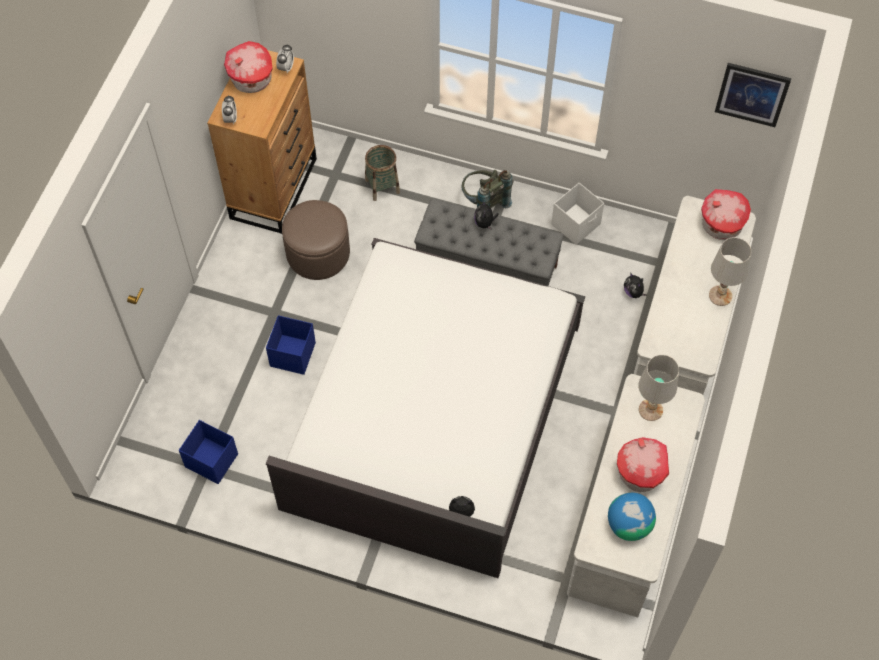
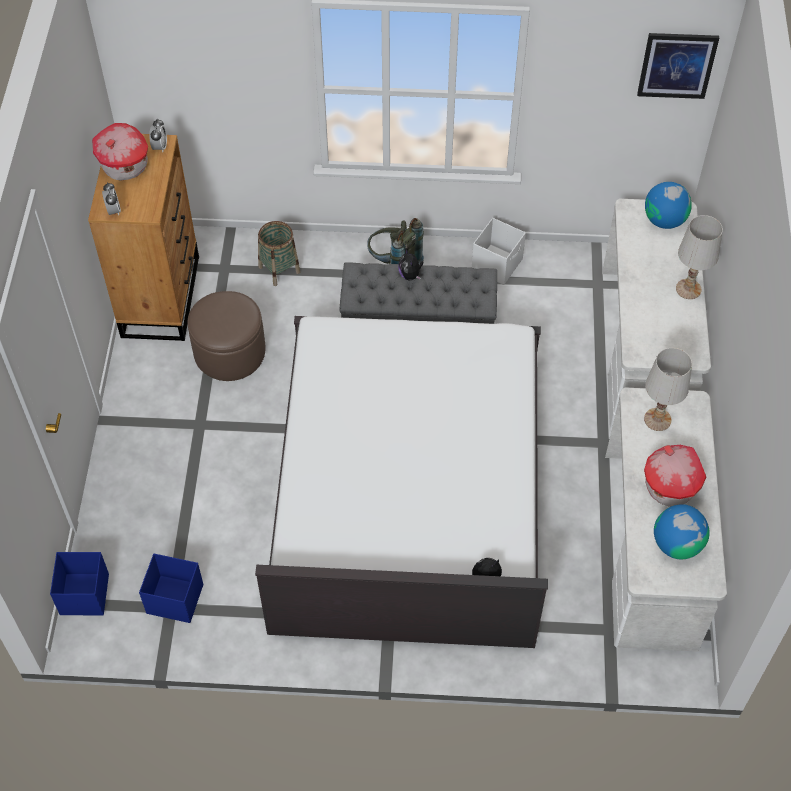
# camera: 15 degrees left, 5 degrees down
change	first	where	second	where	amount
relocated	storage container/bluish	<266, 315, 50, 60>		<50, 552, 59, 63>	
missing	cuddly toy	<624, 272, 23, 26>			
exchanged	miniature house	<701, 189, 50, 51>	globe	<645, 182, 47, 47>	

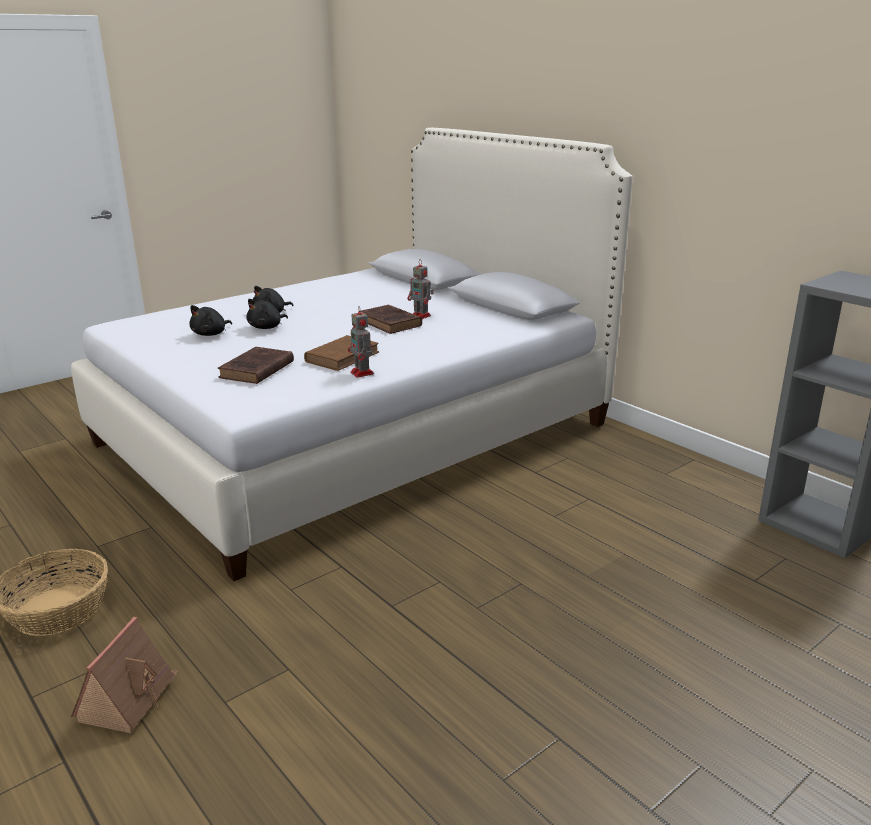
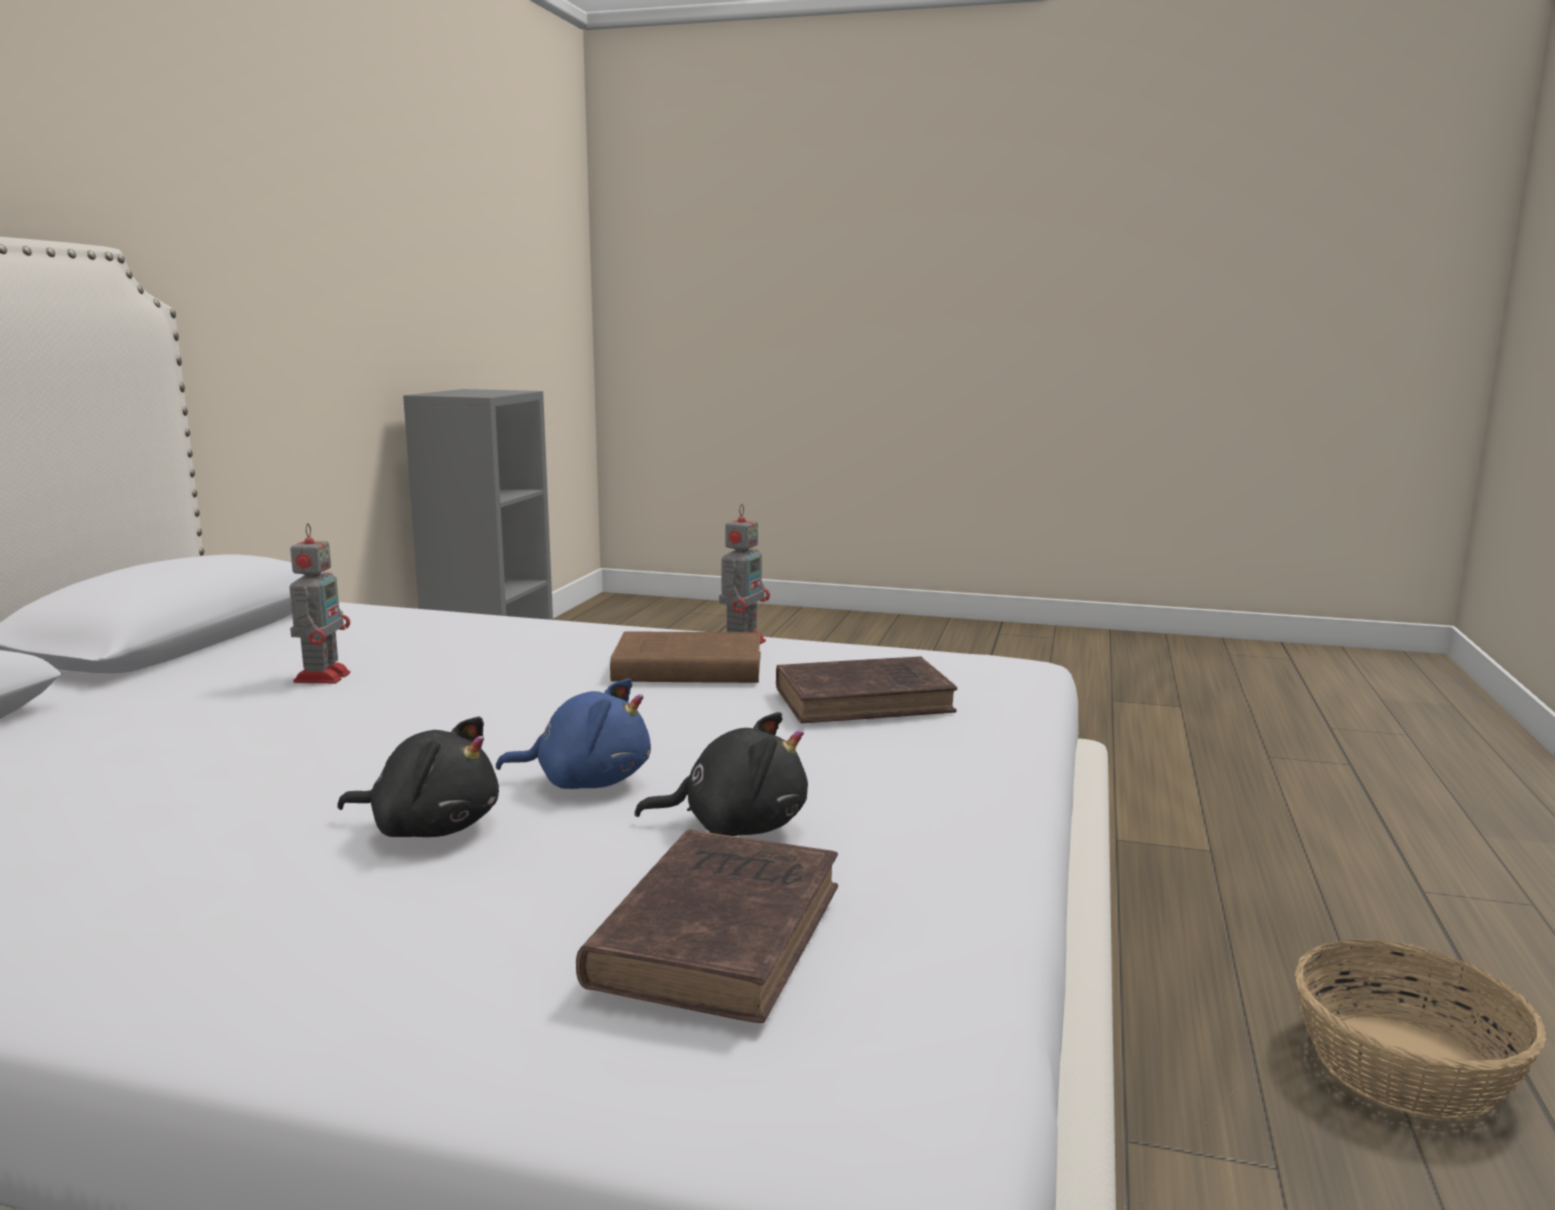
# camera: 125 degrees left, 10 degrees down
change	first	where	second	where	amount
missing	miniature house	<71, 617, 108, 116>			
colour	cuddly toy/blackish	<246, 299, 42, 30>	cuddly toy/bluish	<496, 678, 155, 111>	
relocated	volume/brownish	<358, 305, 64, 29>		<576, 829, 262, 194>	

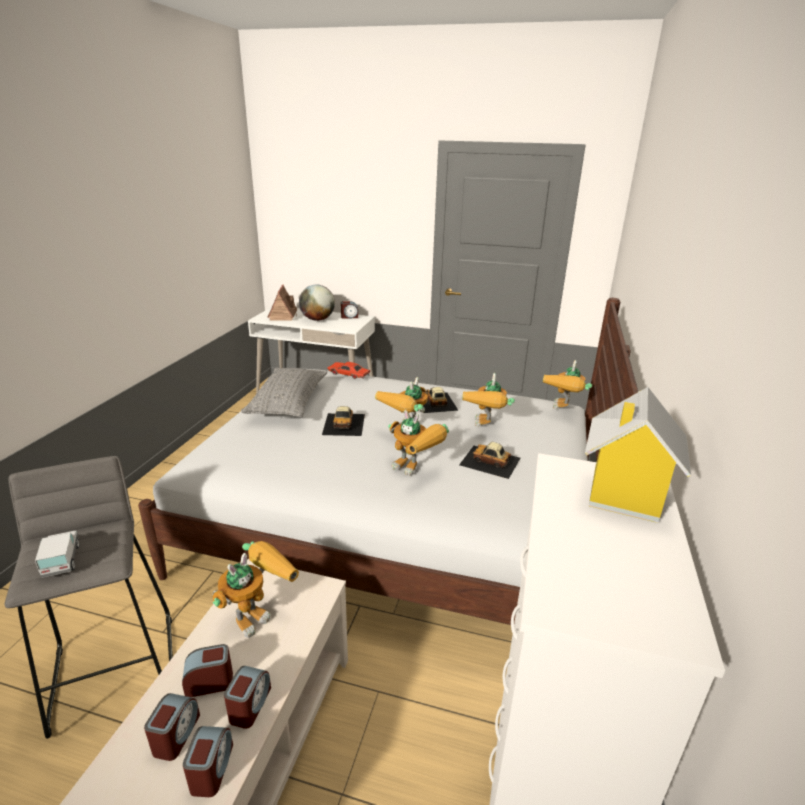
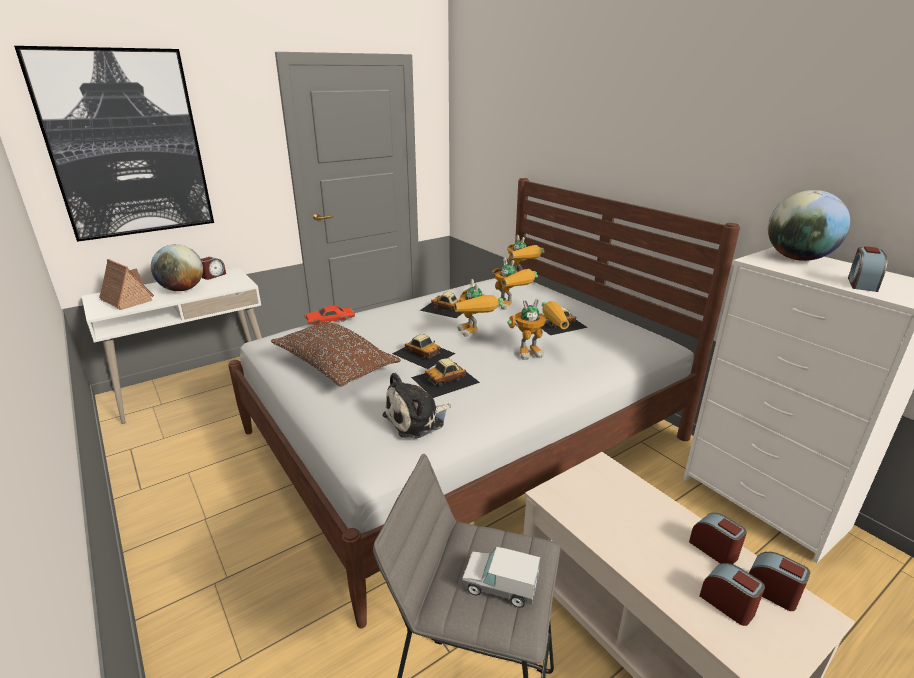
# camera: 50 degrees left, 0 degrees up
change	first	where	second	where	amount
relocated	alarm clock	<182, 644, 51, 53>		<848, 246, 39, 46>	
missing	toy robot	<212, 541, 87, 97>			
colour	throw pillow/gray	<241, 368, 86, 50>	throw pillow/brownish	<271, 321, 130, 66>	
exchanged	miniature house	<585, 387, 106, 136>	globe	<768, 190, 82, 71>	
appeared			picture	<14, 46, 200, 196>	
appeared			cuddly toy	<382, 372, 69, 67>	
appeared			model car	<411, 358, 69, 40>	

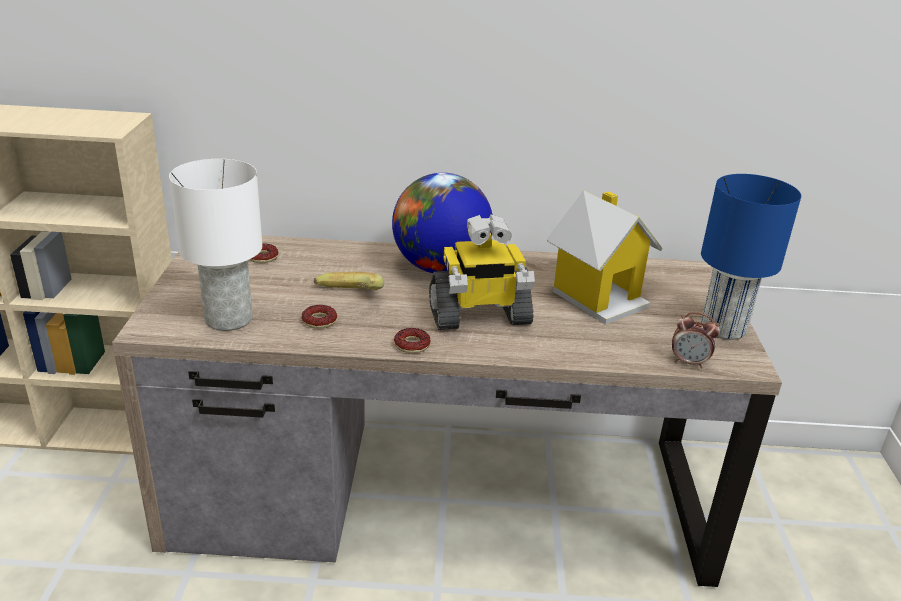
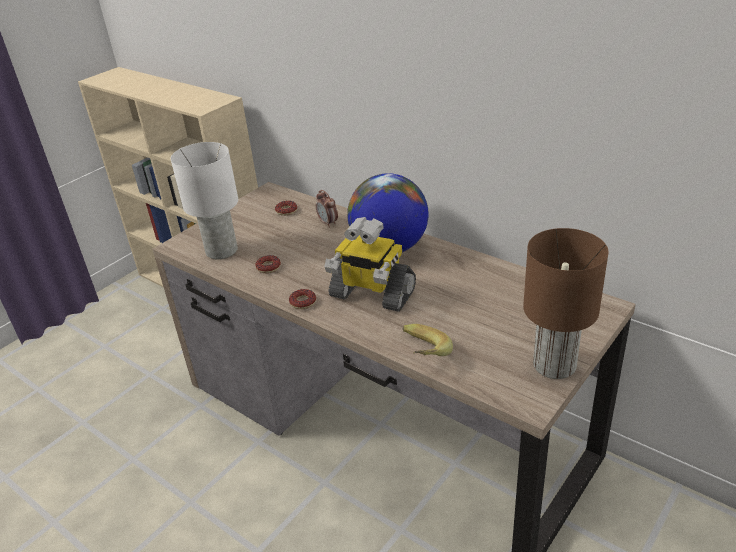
# camera: 40 degrees right, 5 degrees up
change	first	where	second	where	amount
relocated	banana	<314, 272, 70, 18>		<402, 324, 51, 32>	
missing	miniature house	<546, 190, 117, 135>			
relocated	alarm clock	<672, 312, 48, 56>		<316, 190, 22, 38>	
colour	tabletop lamp/bluish	<701, 174, 100, 166>	tabletop lamp/brownish	<523, 228, 85, 151>	

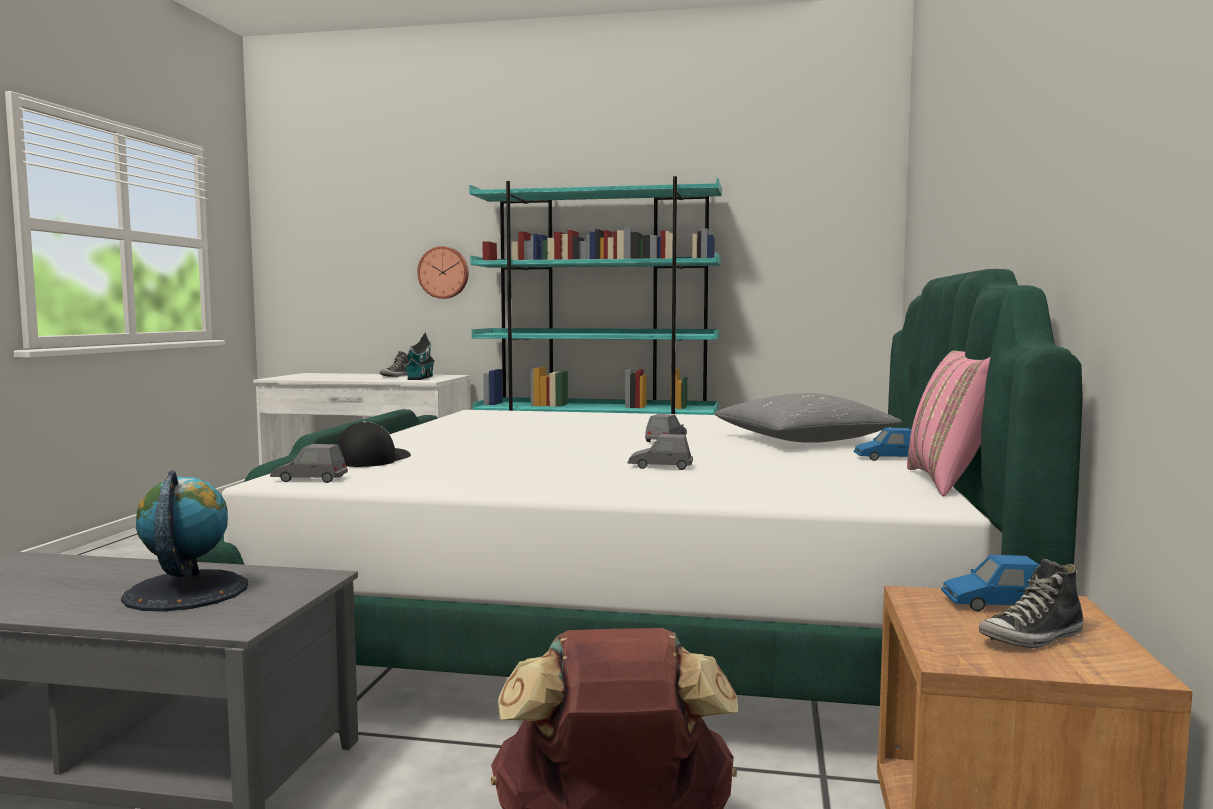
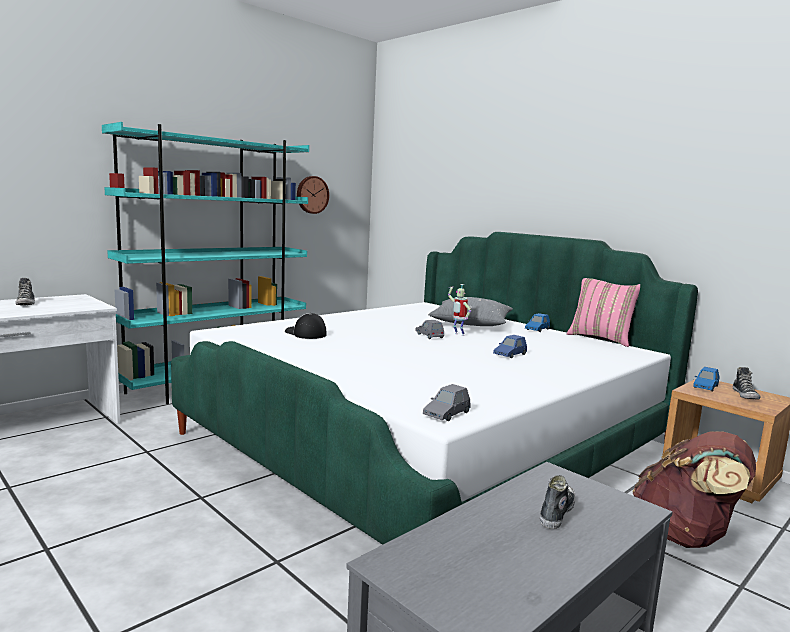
# camera: 55 degrees left, 5 degrees up
change	first	where	second	where	amount
exchanged	globe	<121, 470, 127, 141>	item of footwear	<540, 475, 36, 54>	
relocated	peaked cap	<337, 421, 74, 46>		<285, 313, 41, 26>	
missing	miniature house	<404, 332, 31, 48>			
relocated	clock on the wall	<417, 246, 52, 53>		<297, 176, 32, 38>	
colour	model car/gray	<628, 434, 65, 36>	model car/bluish	<493, 335, 34, 23>	
appeared			toy robot	<448, 284, 23, 52>	

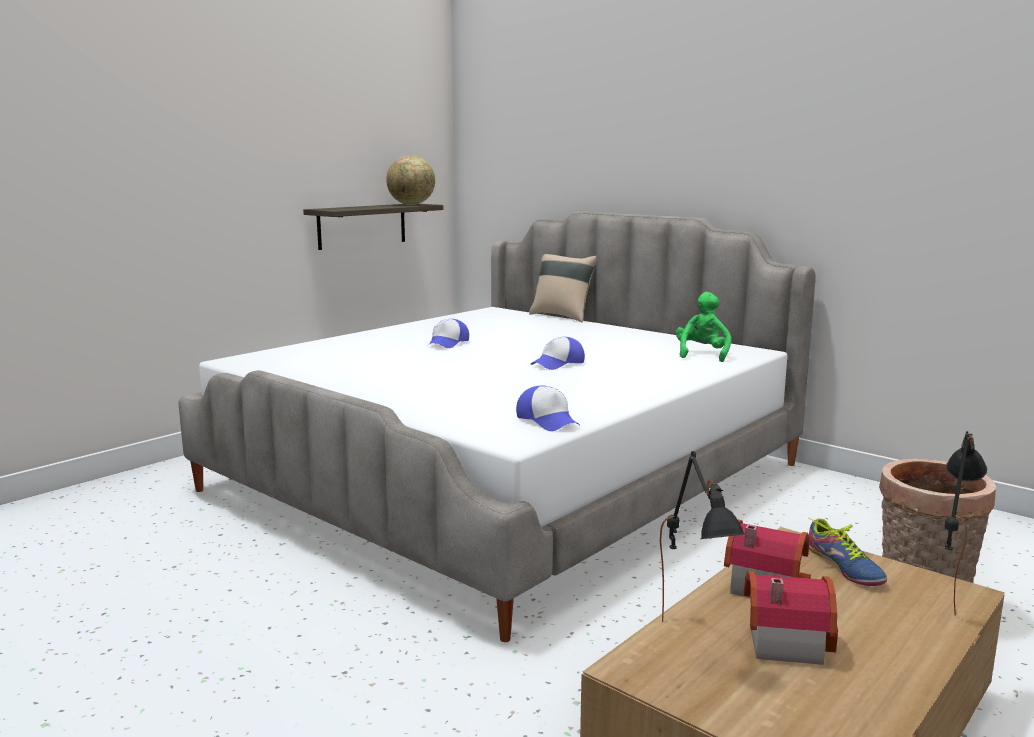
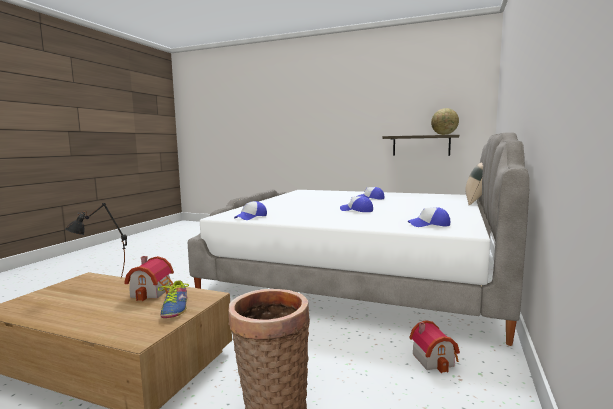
# camera: 70 degrees right, 5 degrees down
change	first	where	second	where	amount
exchanged	cuddly toy/greenish	<676, 292, 55, 70>	peaked cap	<408, 207, 43, 20>	
relocated	miniature house	<744, 571, 94, 94>		<409, 320, 51, 53>	
spun	item of footwear	<809, 518, 78, 68>		<158, 280, 31, 38>	60 degrees counterclockwise
missing	tabletop lamp/blackish	<945, 431, 42, 184>			

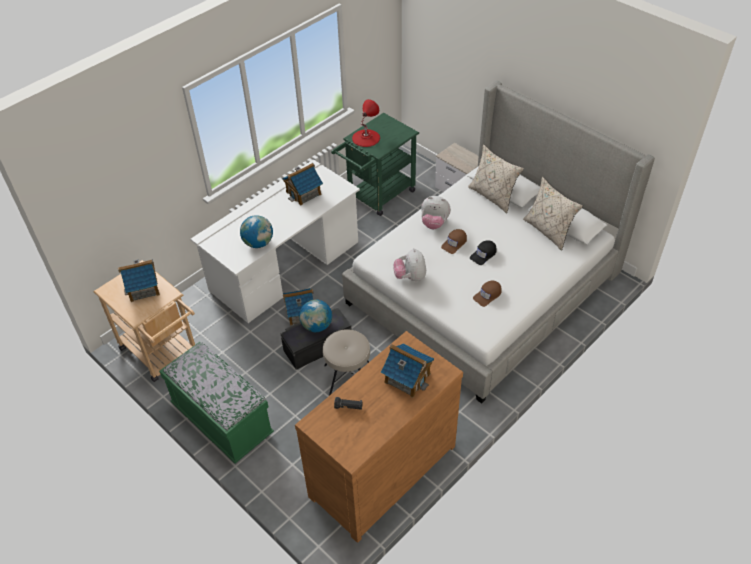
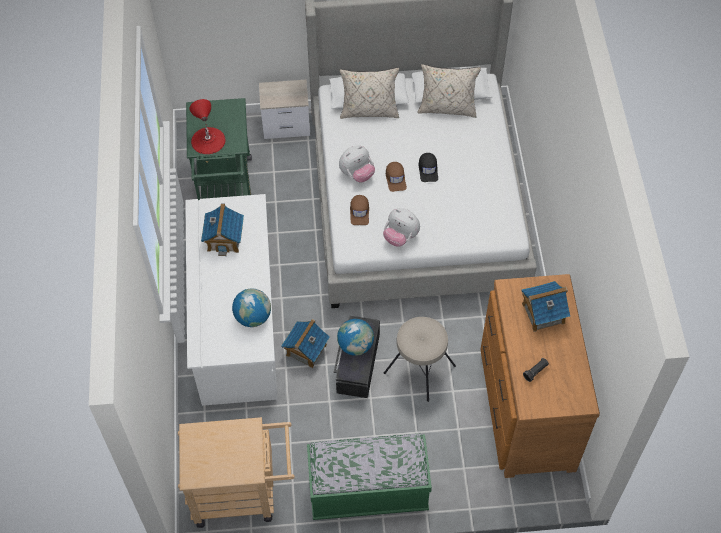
# camera: 50 degrees left, 10 degrees up
change	first	where	second	where	amount
missing	miniature house	<118, 259, 42, 43>			
relocated	peaked cap/brownish	<473, 281, 29, 26>		<350, 195, 19, 30>	

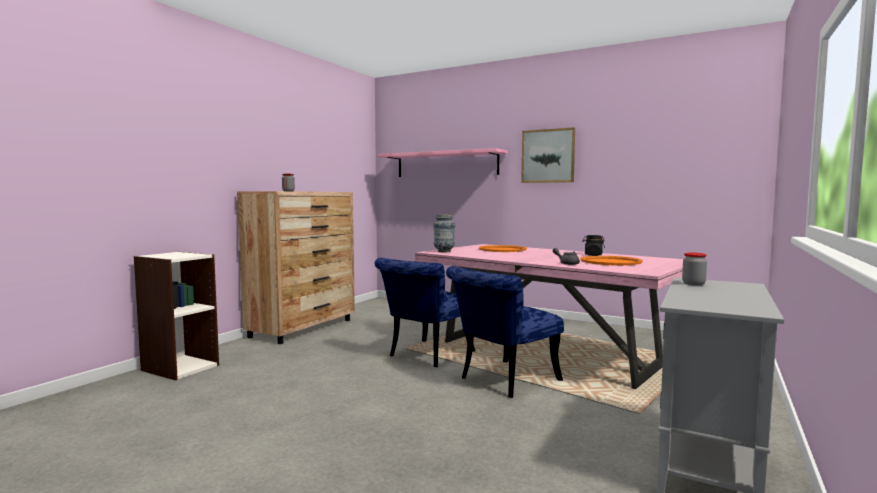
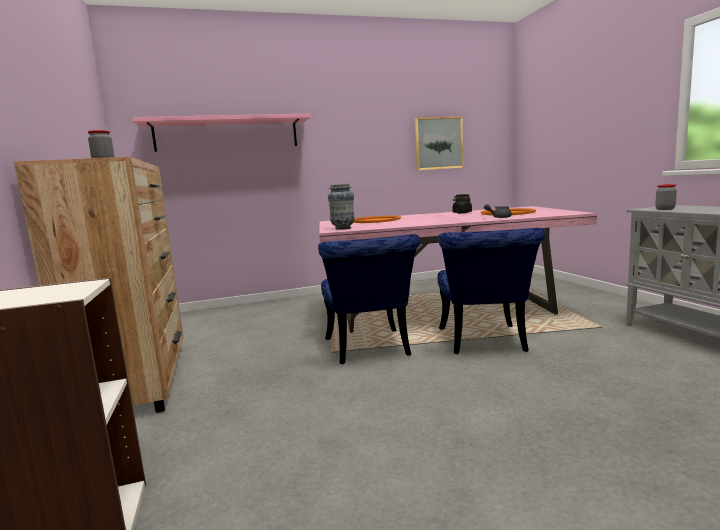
# camera: 45 degrees left, 5 degrees up
change	first	where	second	where	amount
relocated	picture	<521, 127, 54, 56>		<414, 116, 49, 55>	

